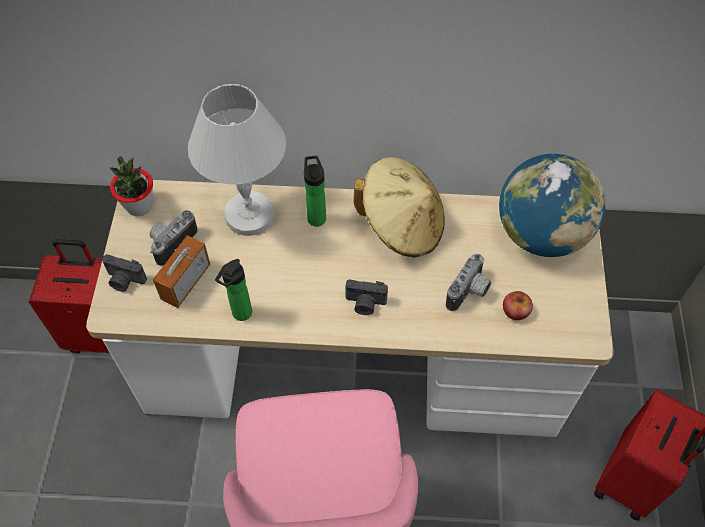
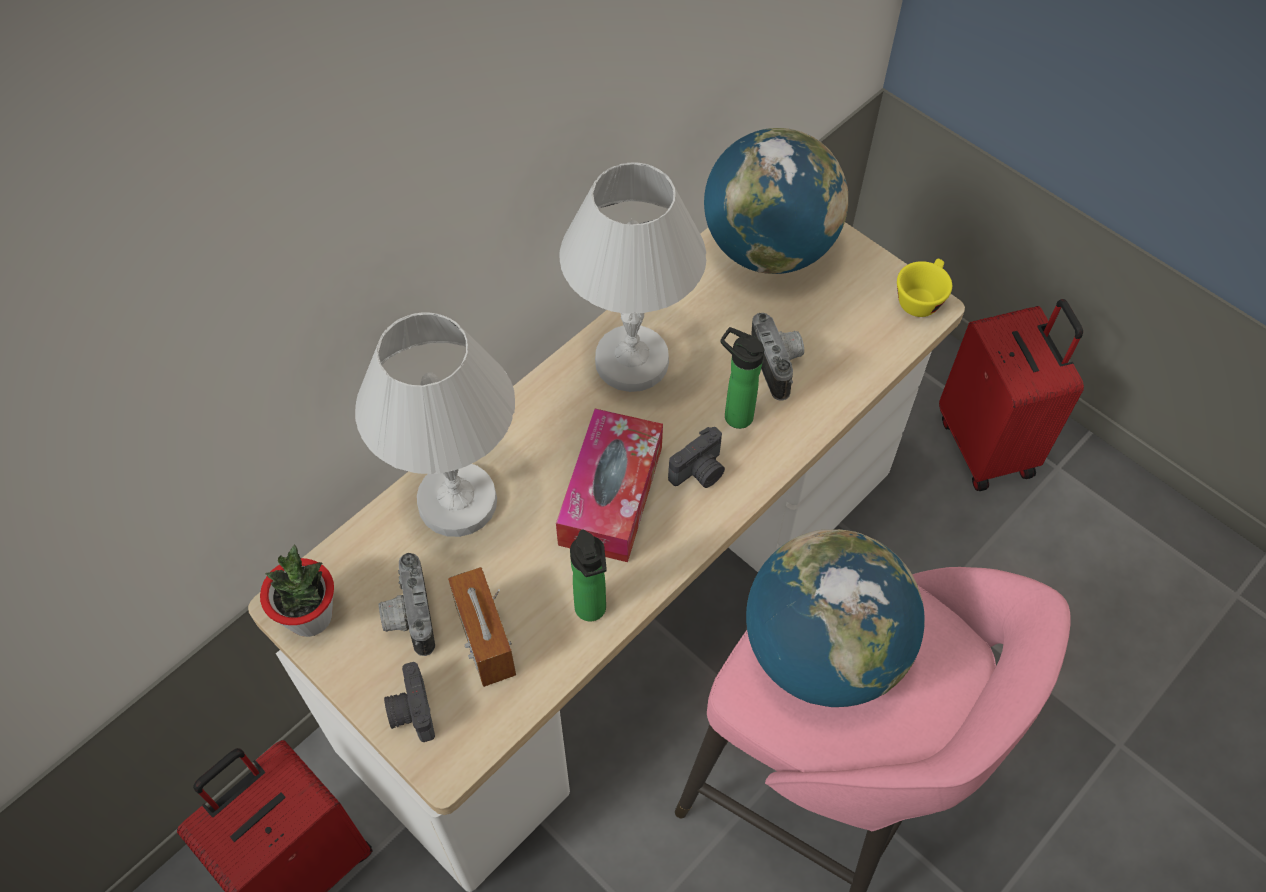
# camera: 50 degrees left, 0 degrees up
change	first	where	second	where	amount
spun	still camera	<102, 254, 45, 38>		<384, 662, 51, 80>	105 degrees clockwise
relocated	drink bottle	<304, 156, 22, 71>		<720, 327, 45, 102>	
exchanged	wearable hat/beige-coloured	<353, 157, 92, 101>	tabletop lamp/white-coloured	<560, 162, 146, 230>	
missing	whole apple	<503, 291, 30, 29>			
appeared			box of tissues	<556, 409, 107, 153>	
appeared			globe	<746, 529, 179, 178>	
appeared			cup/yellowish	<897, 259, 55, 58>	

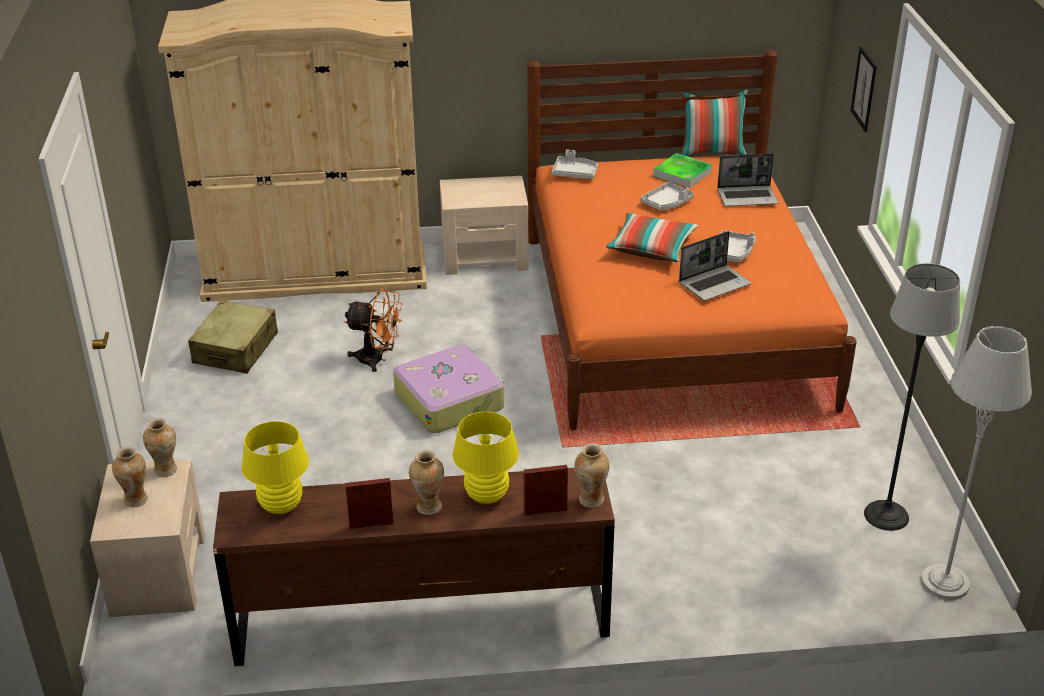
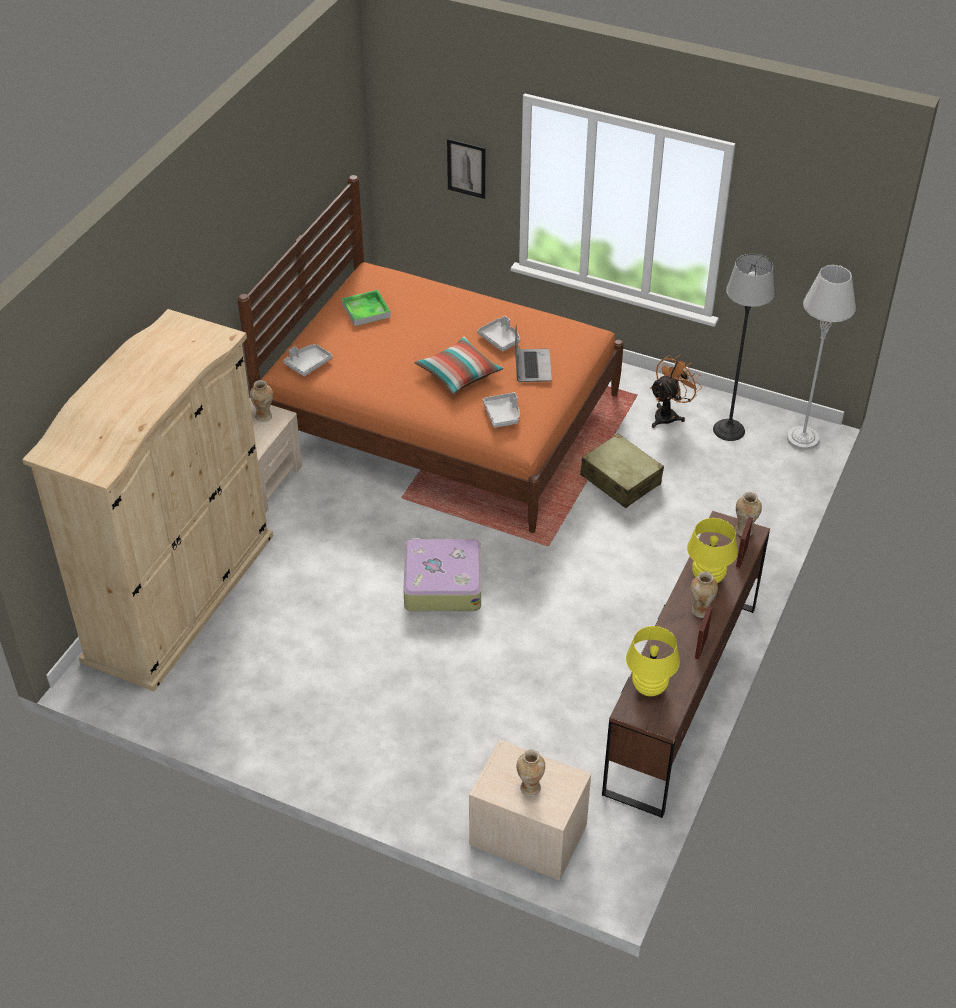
# camera: 60 degrees left, 10 degrees up
change	first	where	second	where	amount
relocated	decorative vase	<143, 418, 34, 59>		<250, 380, 23, 42>	
relocated	travel case/beige-coloured	<188, 300, 90, 74>		<580, 433, 84, 75>	
relocated	fan/orange	<345, 289, 57, 83>		<650, 355, 52, 73>	
relocated	carrying tray/gray	<641, 182, 53, 28>		<483, 392, 37, 36>	
missing	throw pillow	<681, 90, 67, 66>			
missing	notebook computer	<717, 153, 62, 53>			

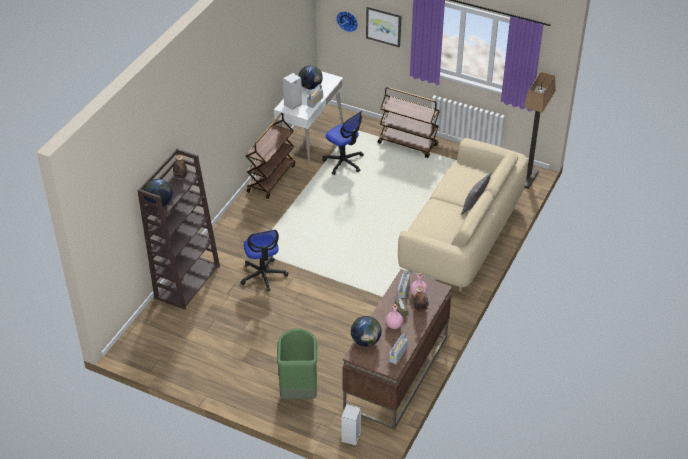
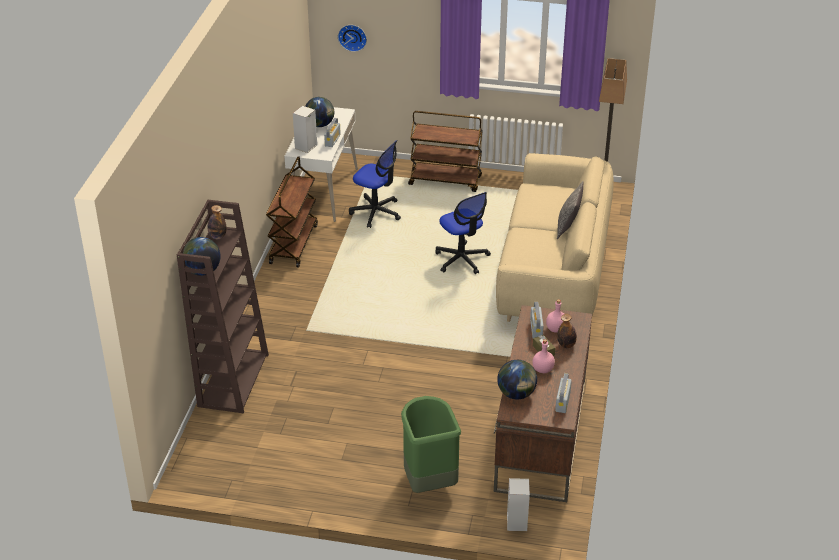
# camera: 15 degrees left, 5 degrees down
change	first	where	second	where	amount
relocated	desk chair	<240, 230, 48, 62>		<435, 192, 56, 82>	
missing	picture	<366, 6, 36, 42>			

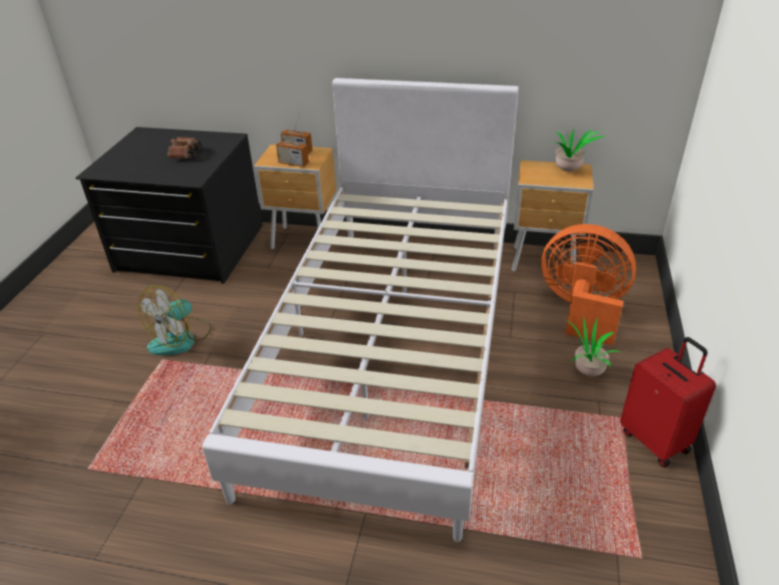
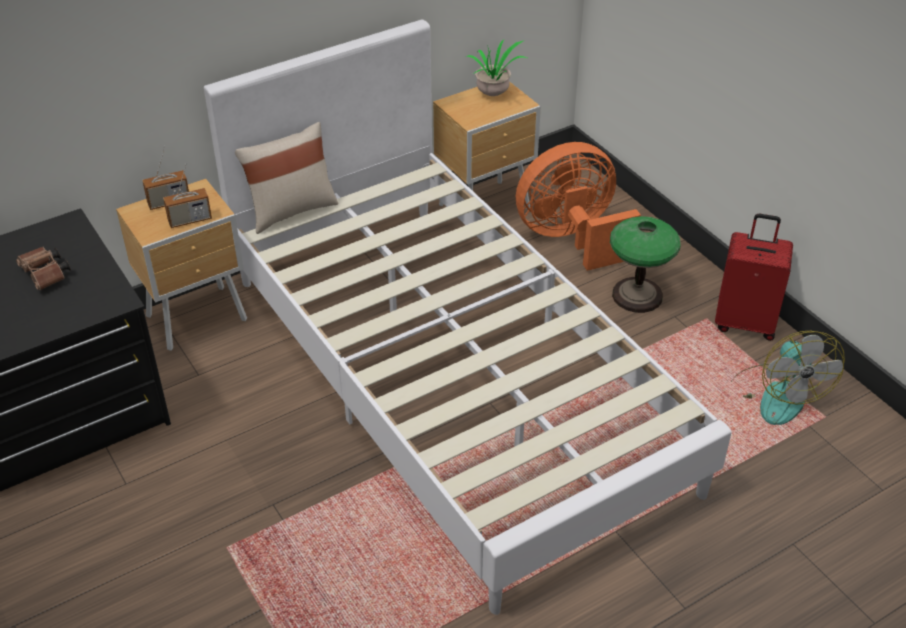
# camera: 45 degrees left, 5 degrees up
change	first	where	second	where	amount
relocated	fan	<138, 285, 74, 70>		<730, 331, 115, 94>	
exchanged	houseplant	<567, 318, 55, 58>	tabletop lamp	<610, 216, 70, 97>	
appeared			throw pillow/beige-coloured	<235, 122, 104, 112>	

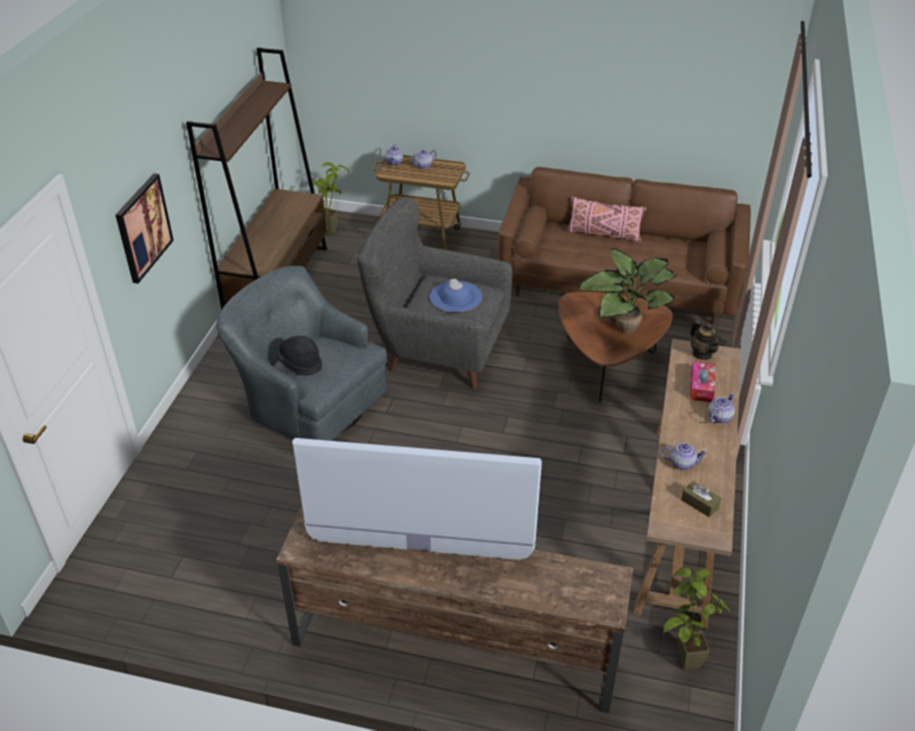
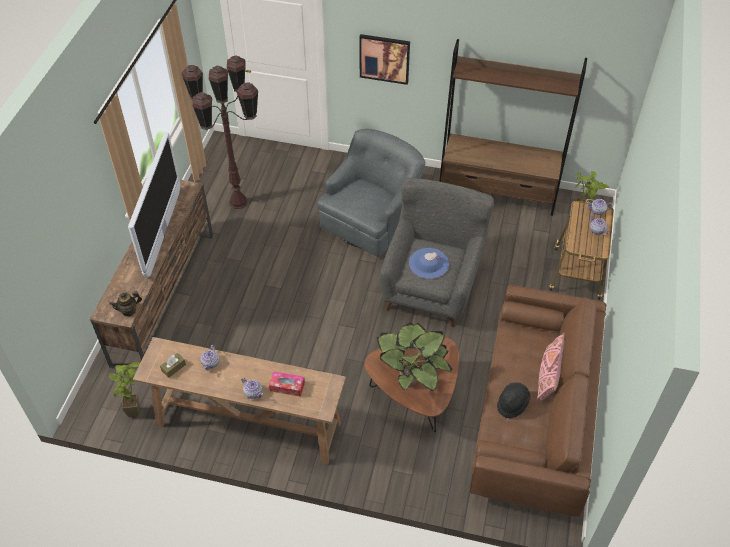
# camera: 90 degrees right, 10 degrees up
change	first	where	second	where	amount
relocated	wearable hat/blackish	<277, 336, 45, 40>		<497, 383, 34, 35>	
relocated	pot for tea	<690, 320, 31, 40>		<110, 291, 32, 26>	
appeared			floor lamp/brownish	<181, 55, 77, 154>	

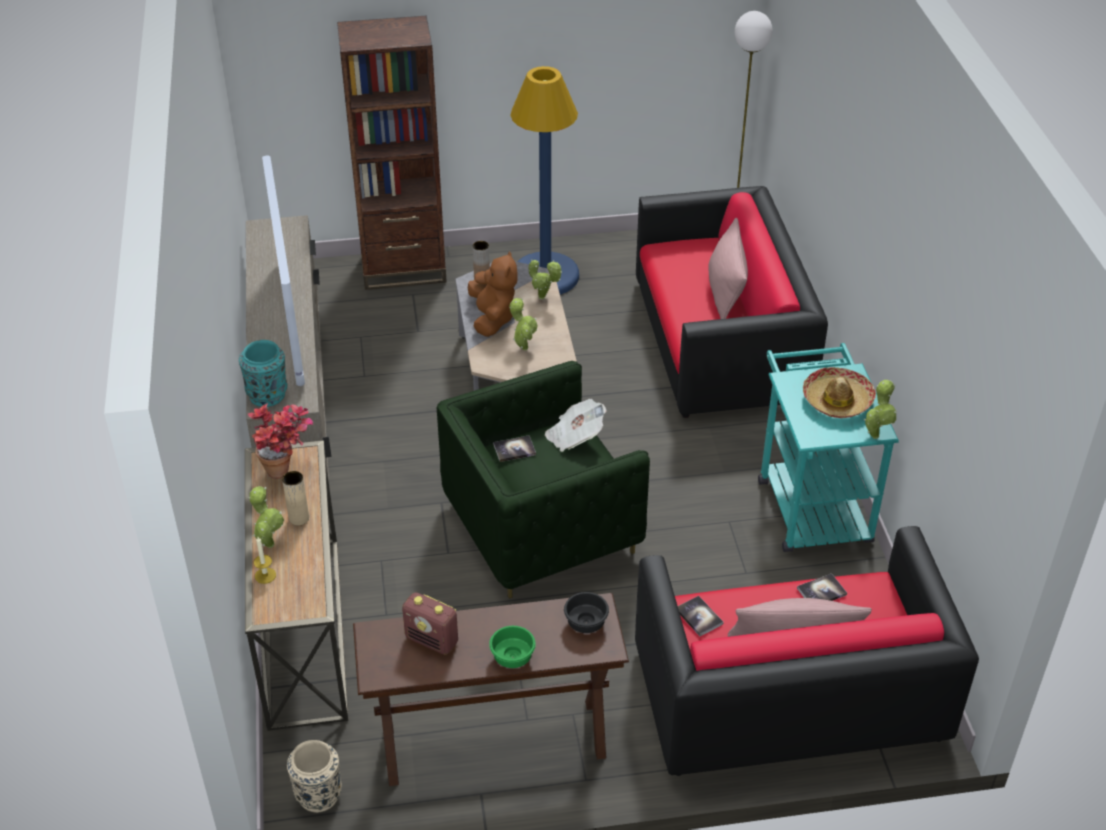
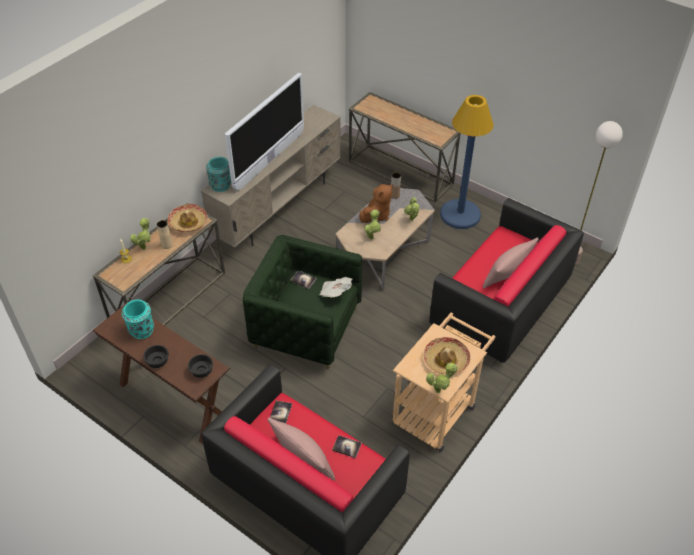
# camera: 45 degrees right, 5 degrees up
change	first	where	second	where	amount
exchanged	houseplant	<248, 403, 65, 76>	wearable hat	<168, 204, 39, 28>	
missing	decorative vase/beige-coloured	<287, 740, 55, 73>			
exchanged	bookcase/brownish	<337, 16, 110, 274>	narrow table	<349, 92, 111, 111>	
exchanged	radio	<402, 593, 56, 61>	decorative vase/turquoise-coloured	<122, 300, 32, 39>	
colour	bowl/greenish	<489, 626, 47, 42>	bowl/blackish	<143, 345, 26, 23>	
colour	trolley/turquoise-coloured	<758, 343, 141, 209>	trolley/beige-coloured	<392, 312, 104, 140>	

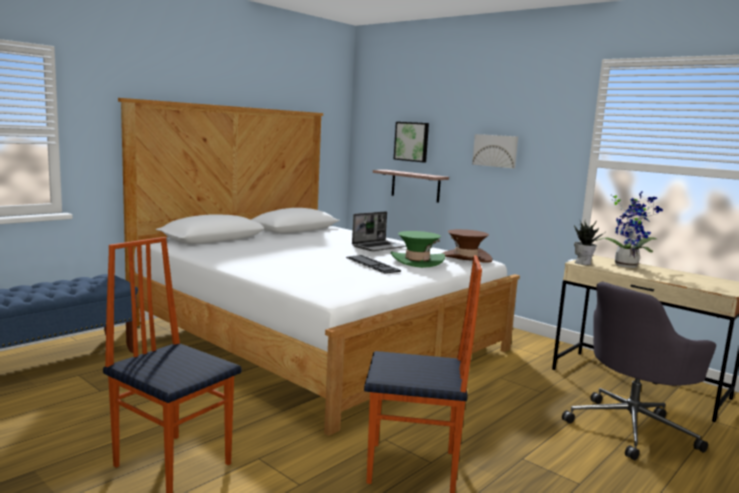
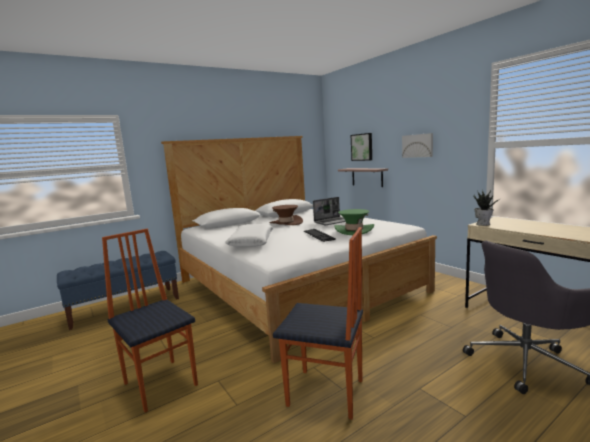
# camera: 15 degrees right, 0 degrees up
change	first	where	second	where	amount
relocated	wearable hat/brownish	<441, 229, 51, 34>		<269, 205, 34, 20>	
missing	houseplant	<596, 191, 67, 77>			
appeared			throw pillow/white-coloured	<225, 224, 48, 23>	

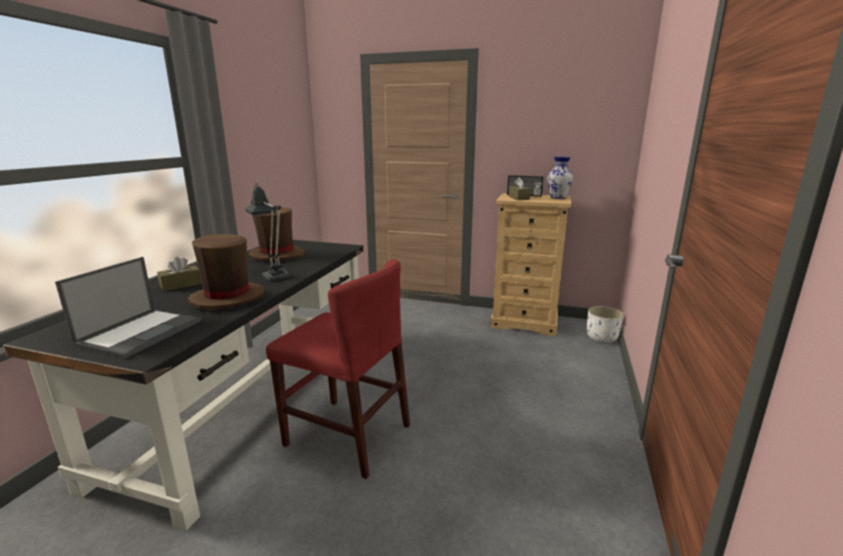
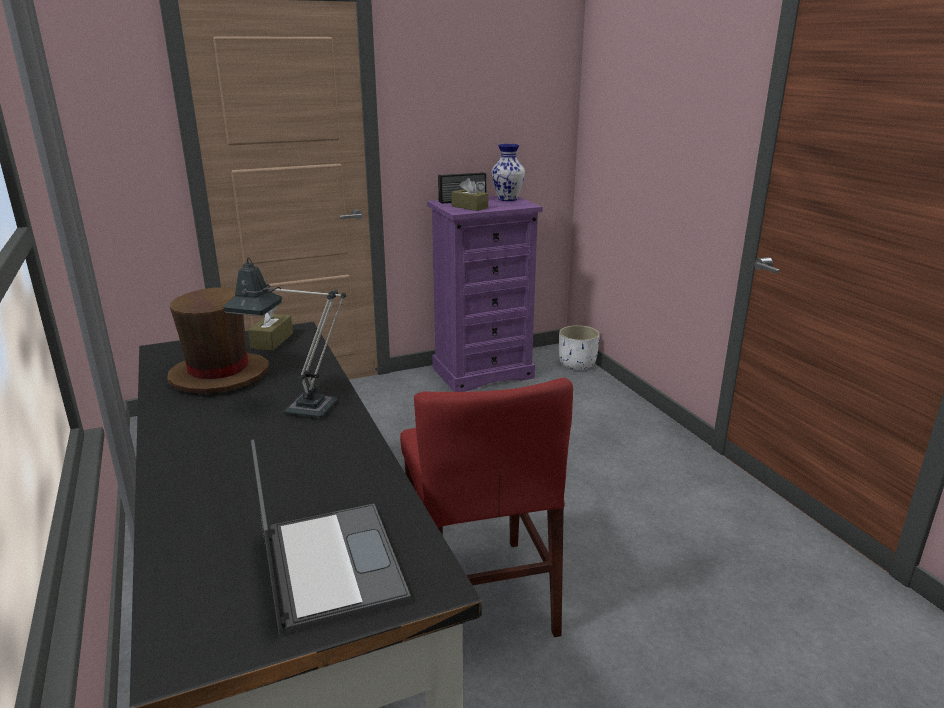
# camera: 40 degrees left, 5 degrees up
change	first	where	second	where	amount
relocated	box of tissues/brownish	<157, 257, 45, 34>		<248, 307, 45, 44>	
missing	wearable hat/brownish	<188, 234, 76, 75>			
spun	plain chair/red-coloured	<266, 259, 144, 220>		<400, 378, 173, 259>	90 degrees clockwise
colour	drawer chest/beige-coloured	<490, 193, 81, 143>	drawer chest/purple	<427, 195, 116, 197>	

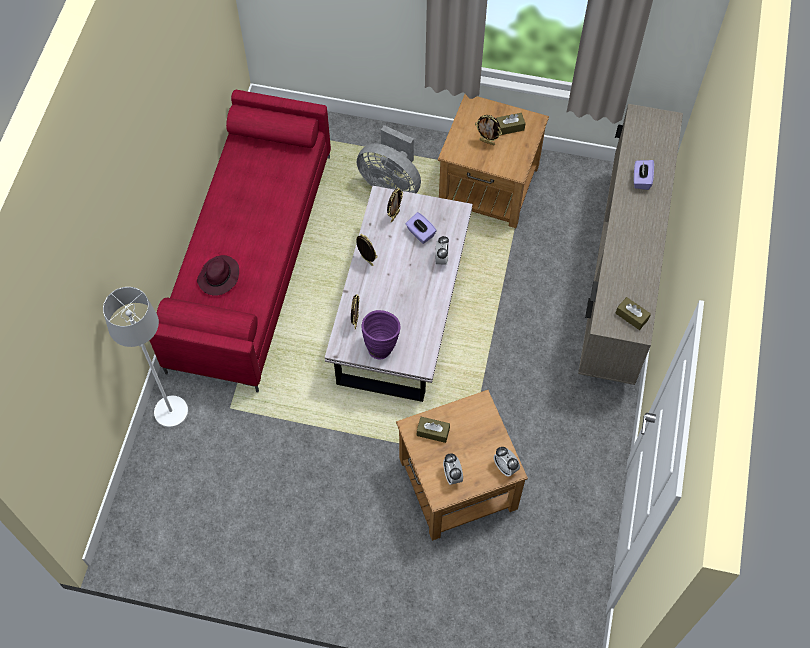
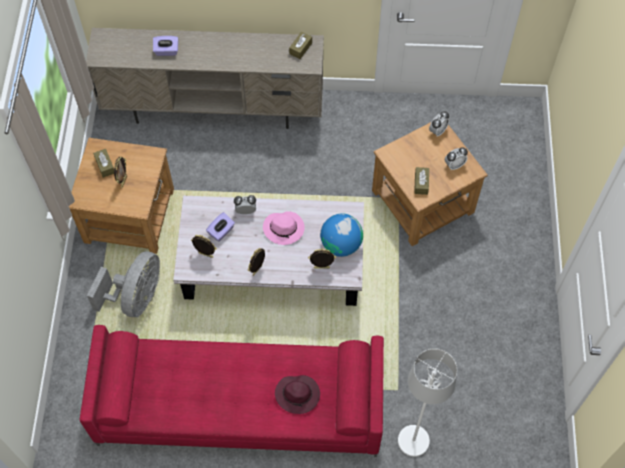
# camera: 100 degrees left, 0 degrees up
change	first	where	second	where	amount
exchanged	decorative vase/purple	<361, 310, 40, 50>	globe	<320, 213, 43, 44>	
appeared			wearable hat/pinkish	<263, 211, 42, 34>	

